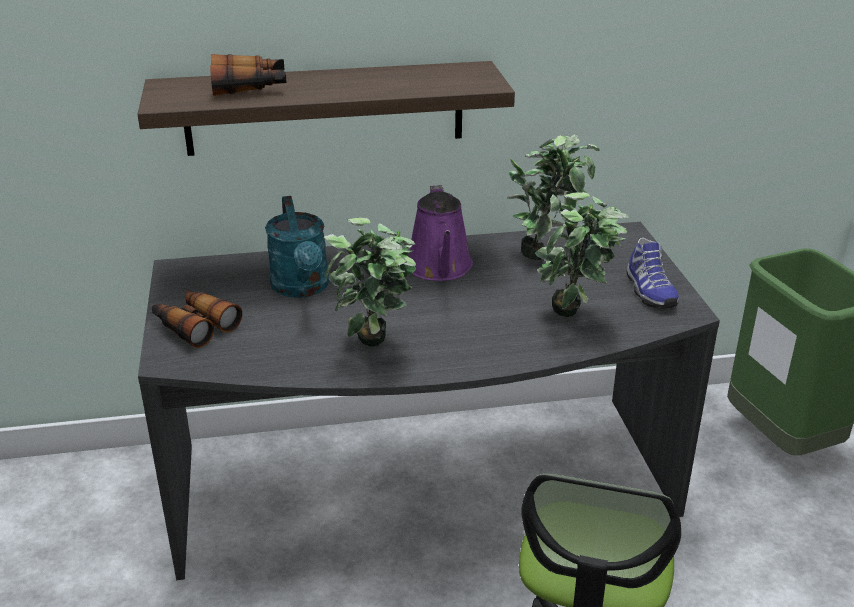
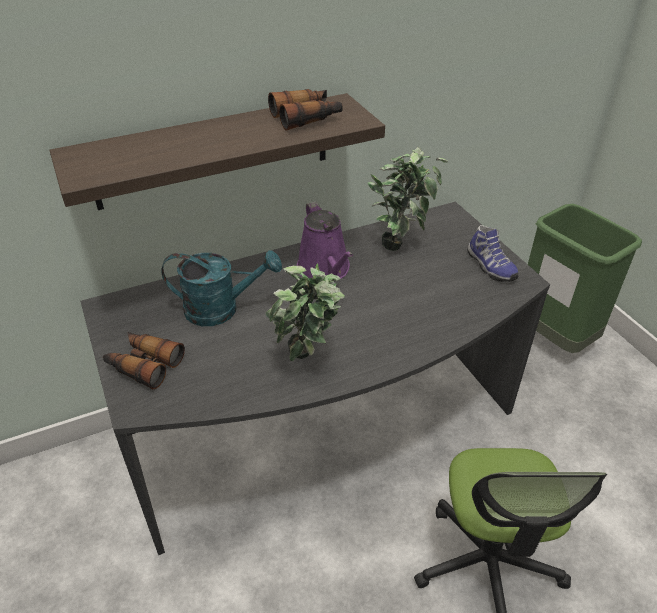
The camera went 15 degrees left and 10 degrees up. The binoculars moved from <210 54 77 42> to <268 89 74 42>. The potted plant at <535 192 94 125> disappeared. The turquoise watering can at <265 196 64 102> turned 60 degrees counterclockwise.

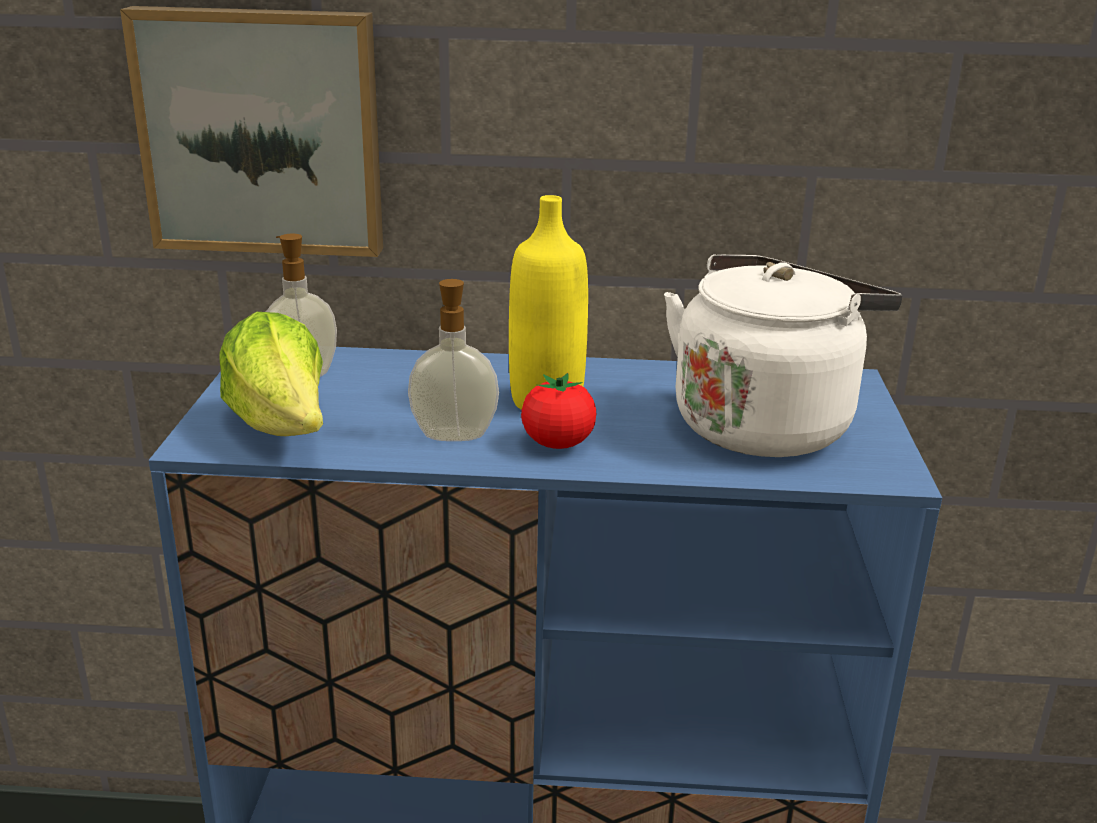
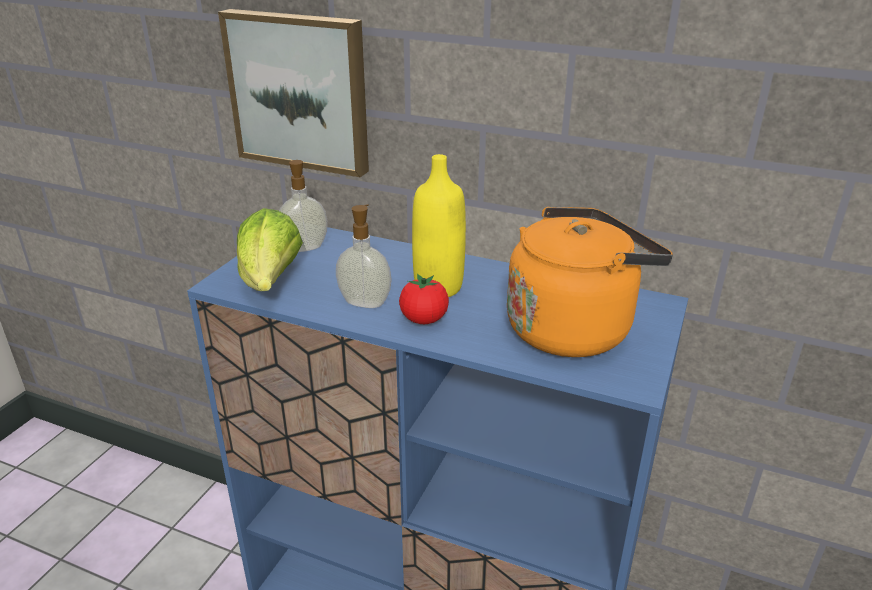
The camera went 20 degrees right and 5 degrees up. The white kettle at <664 255 238 202> became the orange kettle at <507 207 166 150>.

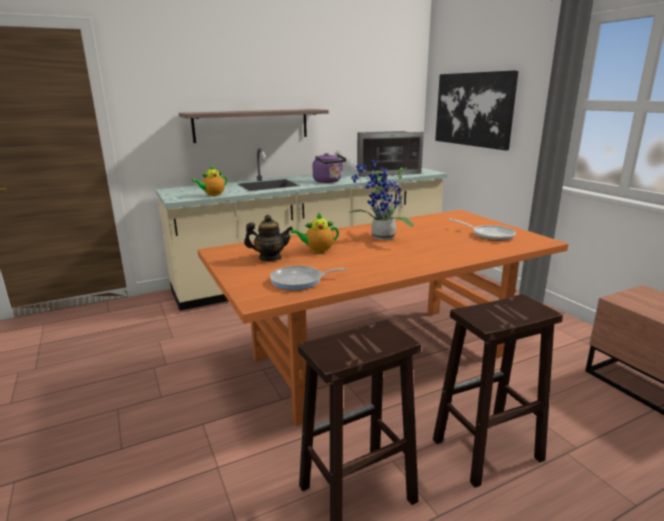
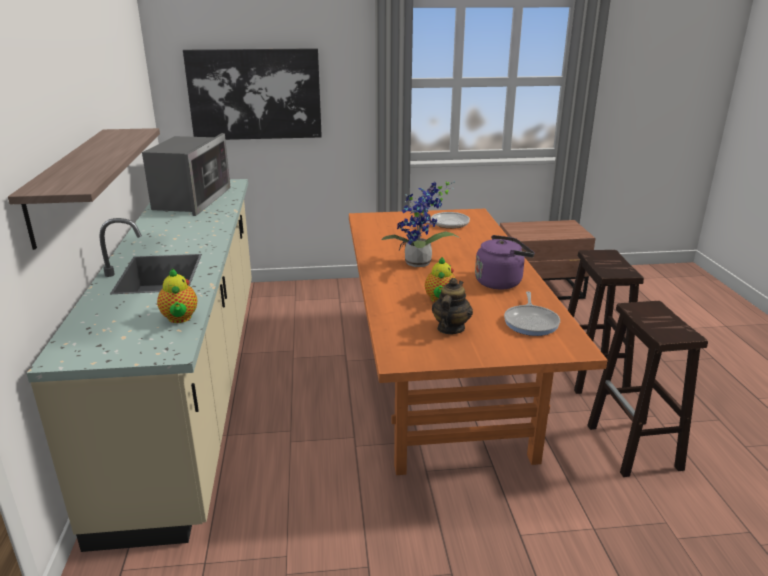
The camera went 70 degrees left and 5 degrees up. The purple kettle moved from <312 153 35 30> to <475 235 60 55>.

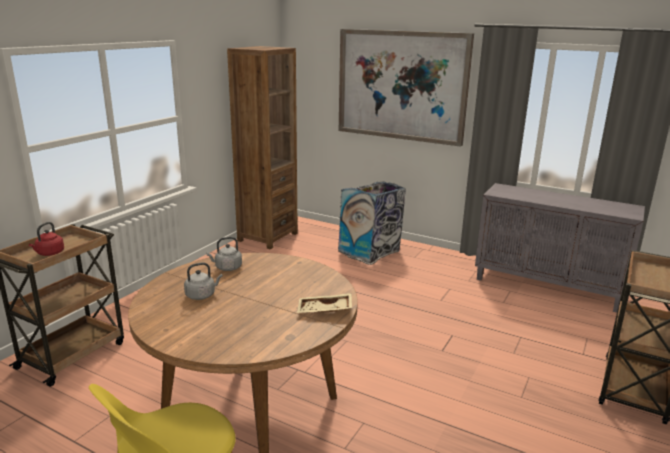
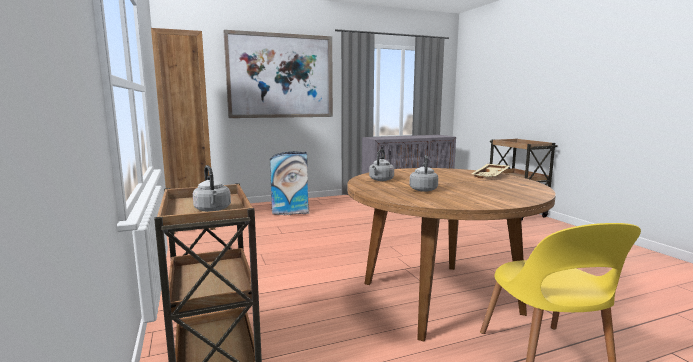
The camera went 50 degrees left and 10 degrees down. The red kettle at <29 222 35 34> became the grey kettle at <193 165 38 47>.

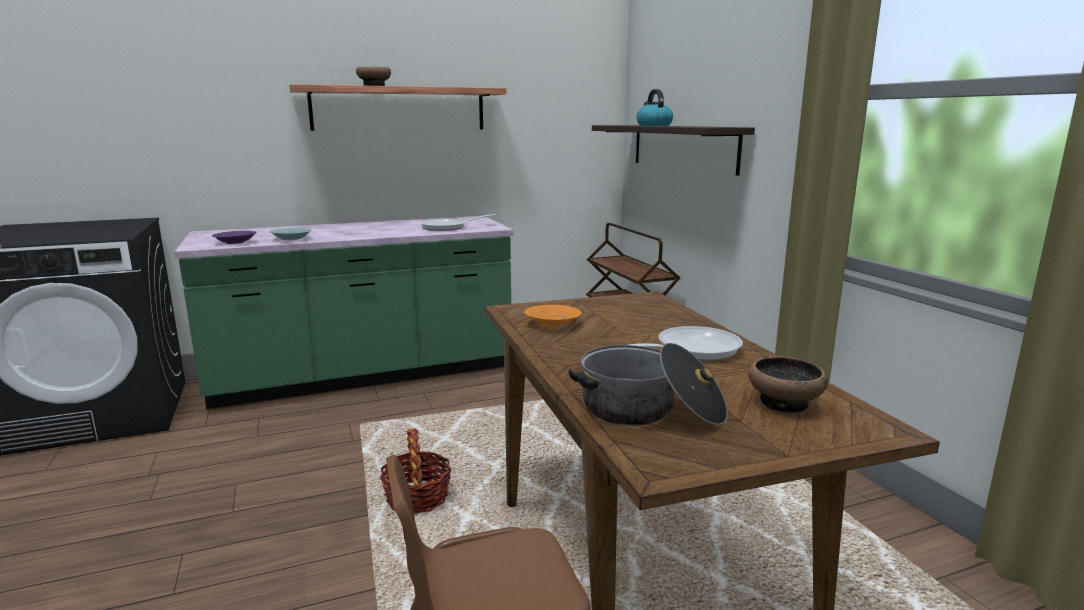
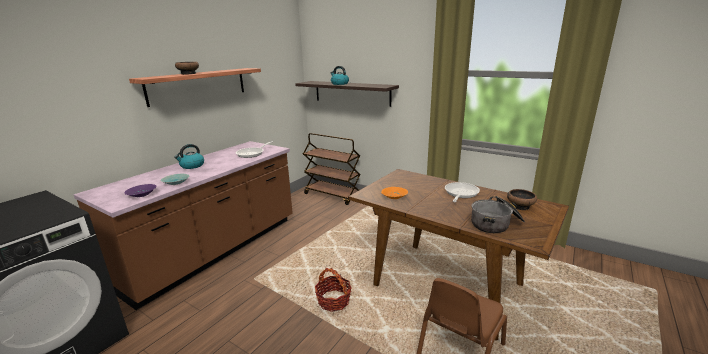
The camera went 35 degrees left and 5 degrees up. The green counter at <175 216 339 193> became the brown counter at <74 141 219 169>. The kettle at <174 144 30 25> appeared.

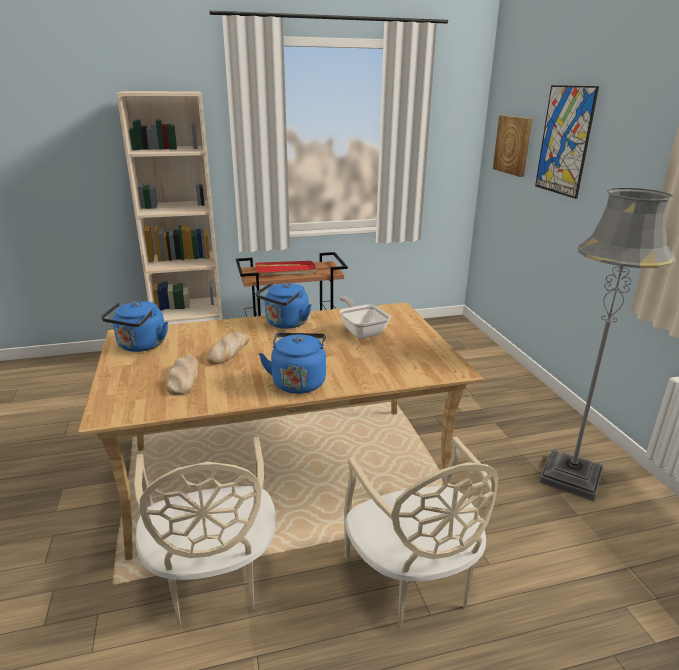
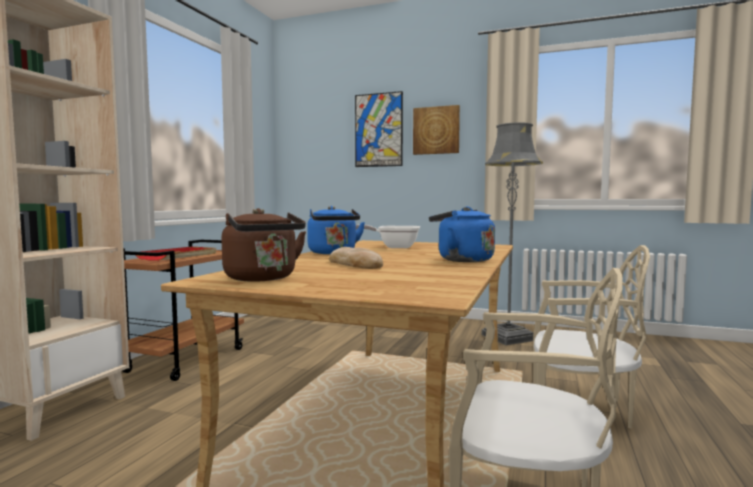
The camera went 55 degrees left and 20 degrees down. The picture moved from <493 115 39 62> to <413 105 47 50>. The blue kettle at <101 301 67 51> became the brown kettle at <221 208 85 74>. The bread at <166 355 34 40> disappeared.

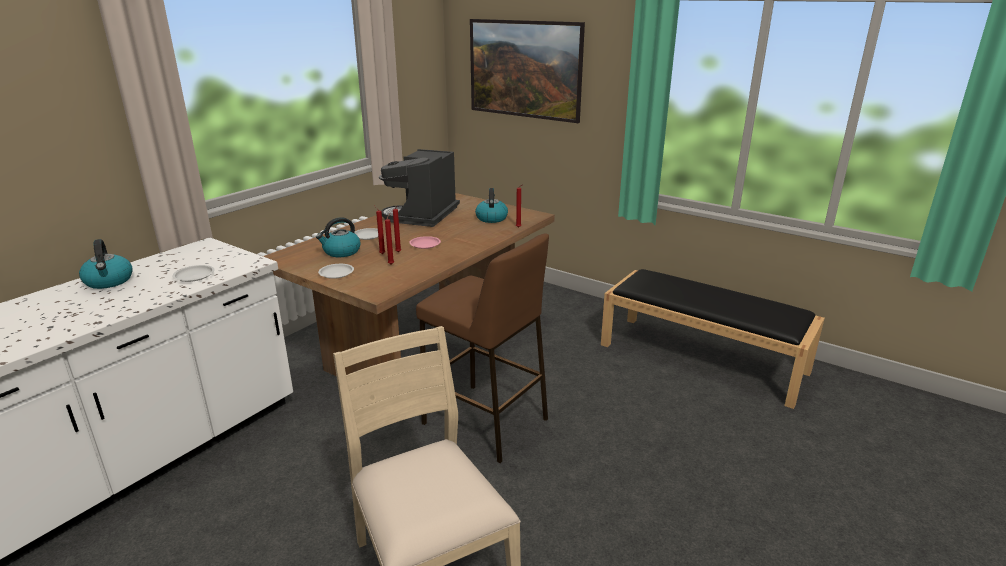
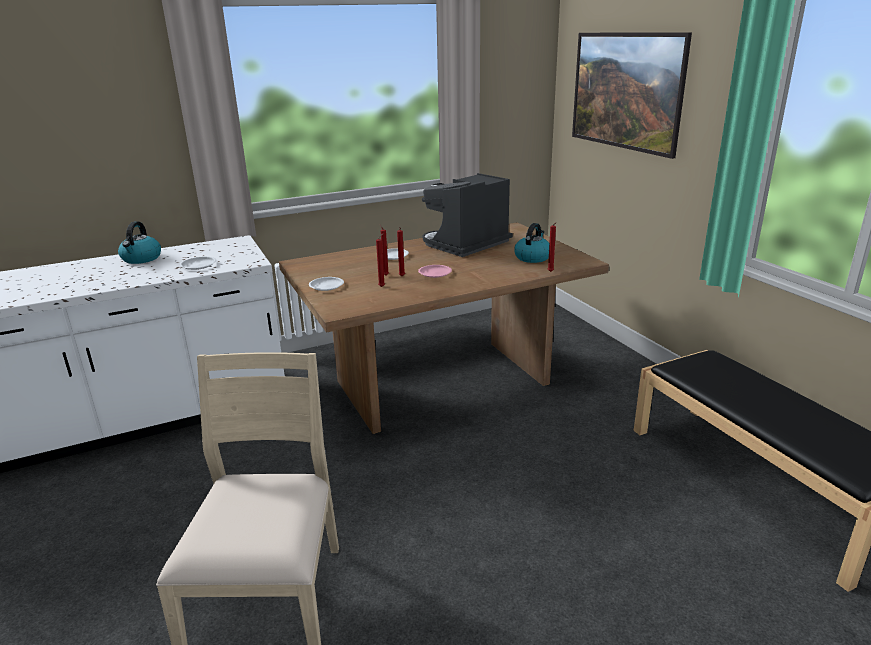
The camera went 30 degrees right and 0 degrees up. The kettle at <316 217 44 40> disappeared. The brown stool at <416 233 133 230> disappeared.

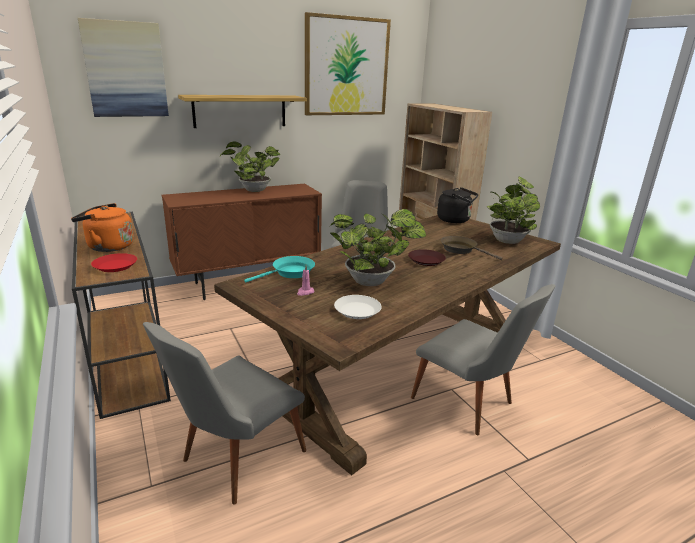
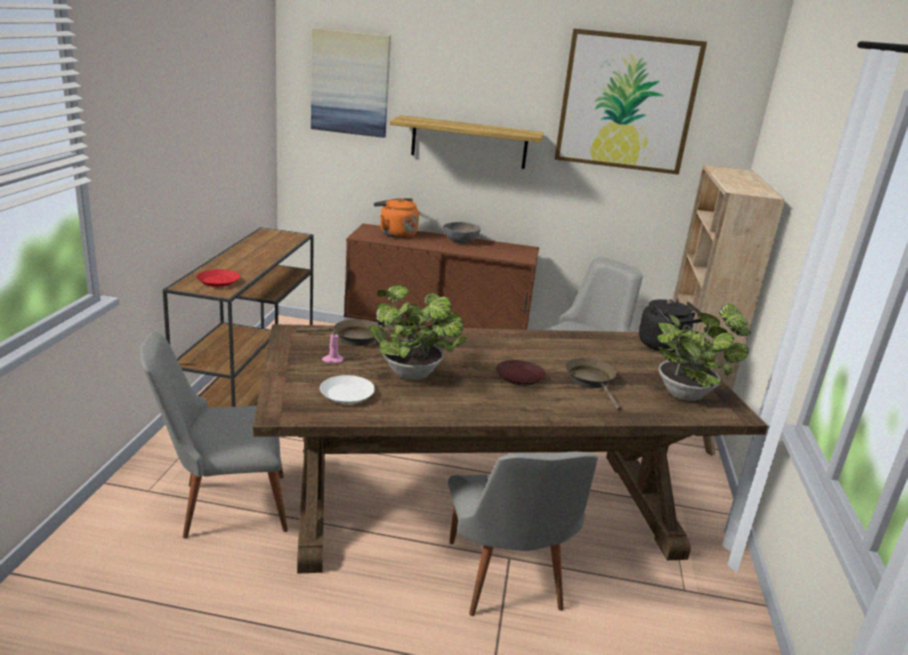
The camera went 35 degrees right and 0 degrees up. The potted plant at <220 141 60 51> was replaced by the grey bowl at <443 222 38 21>. The orange kettle moved from <71 203 63 49> to <374 198 45 40>. The turquoise frying pan at <244 256 71 27> became the brown frying pan at <296 319 86 27>.

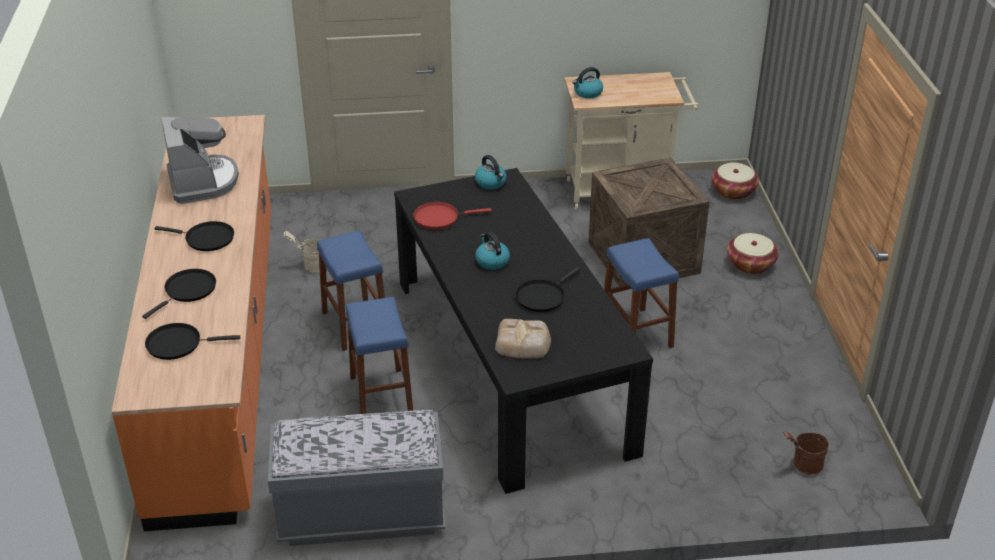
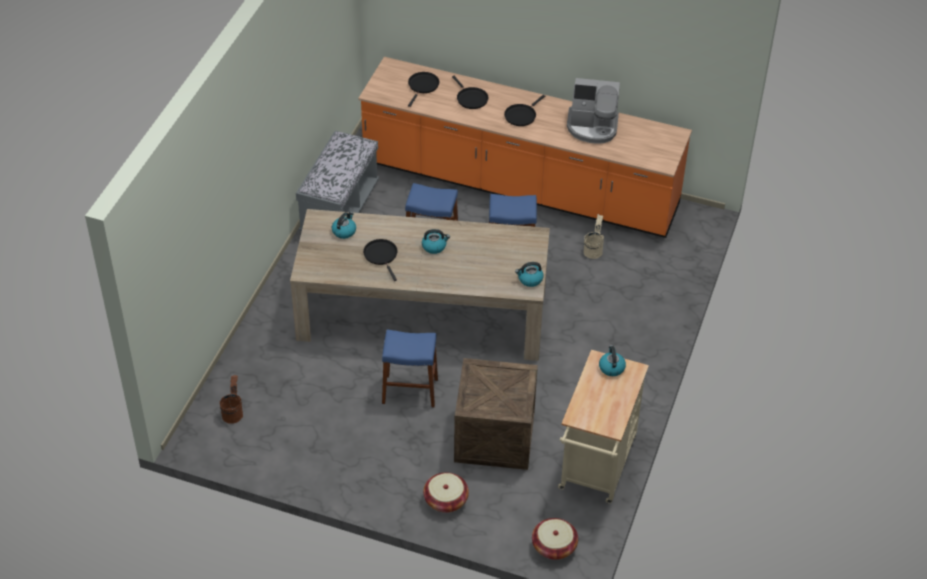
The camera went 115 degrees right and 10 degrees up. The black dining table at <394 168 259 326> became the beige dining table at <290 209 260 152>. The red frying pan at <413 202 79 27> disappeared. The bread at <495 319 56 39> was replaced by the kettle at <332 212 24 27>.

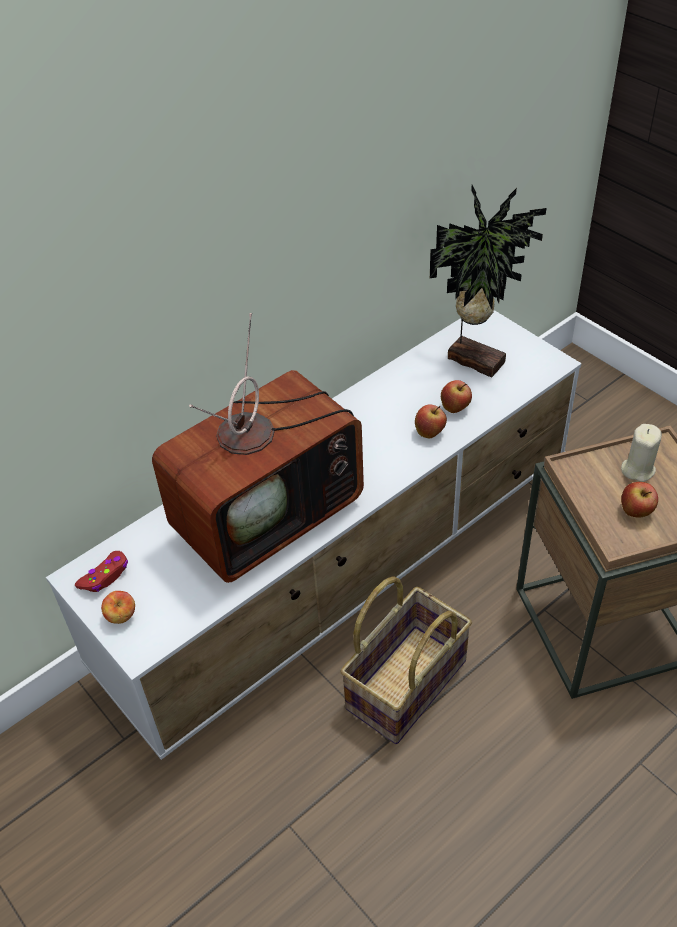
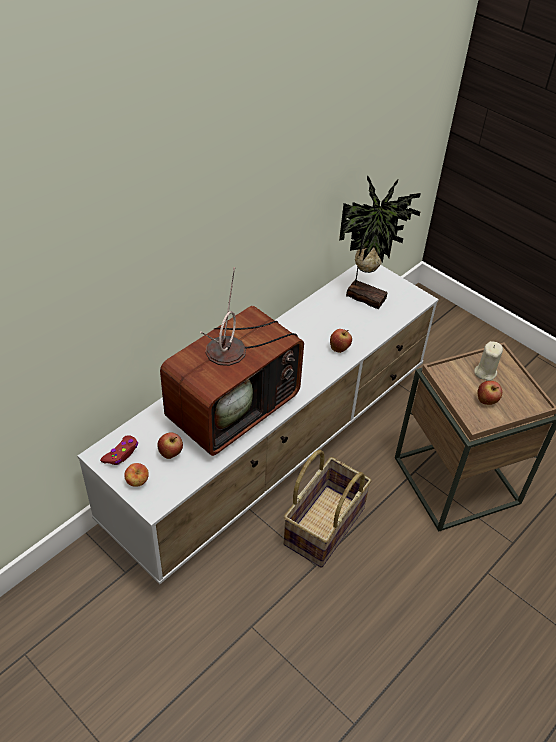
The camera went 10 degrees left and 0 degrees up. The apple moved from <441 380 31 33> to <157 432 26 27>.

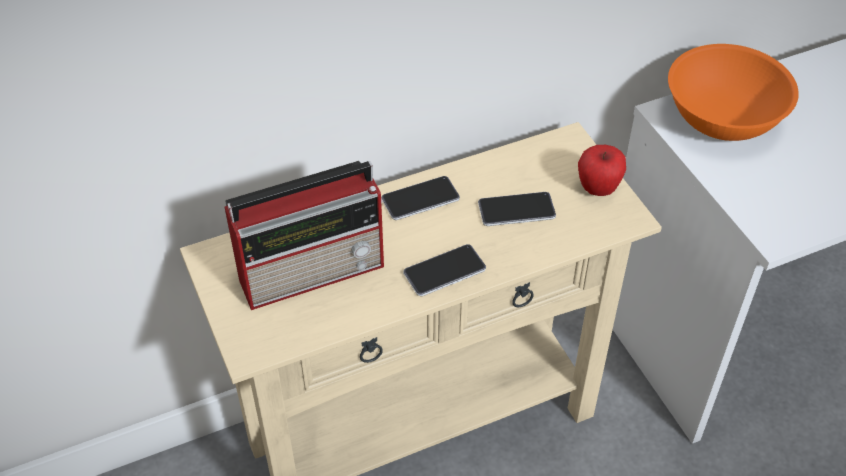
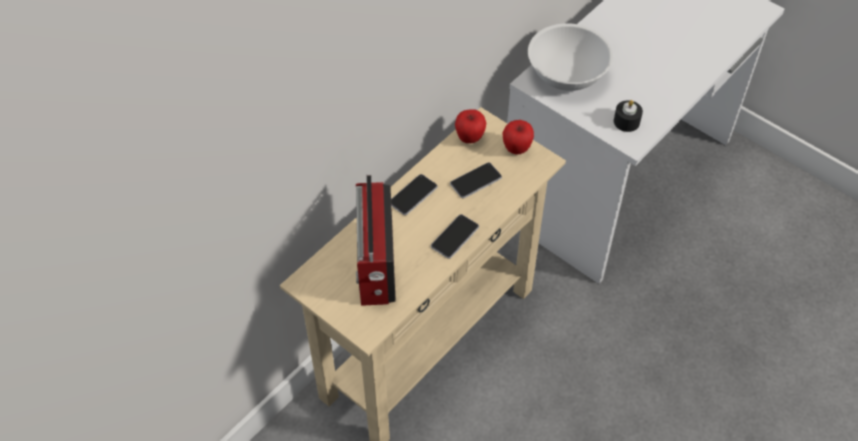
The camera went 25 degrees left and 5 degrees up. The orange bowl at <668 44 131 97> became the white bowl at <528 23 85 68>. The radio at <225 161 159 149> turned 135 degrees clockwise. The black candle at <614 100 29 32> appeared. The apple at <455 109 31 34> appeared.

